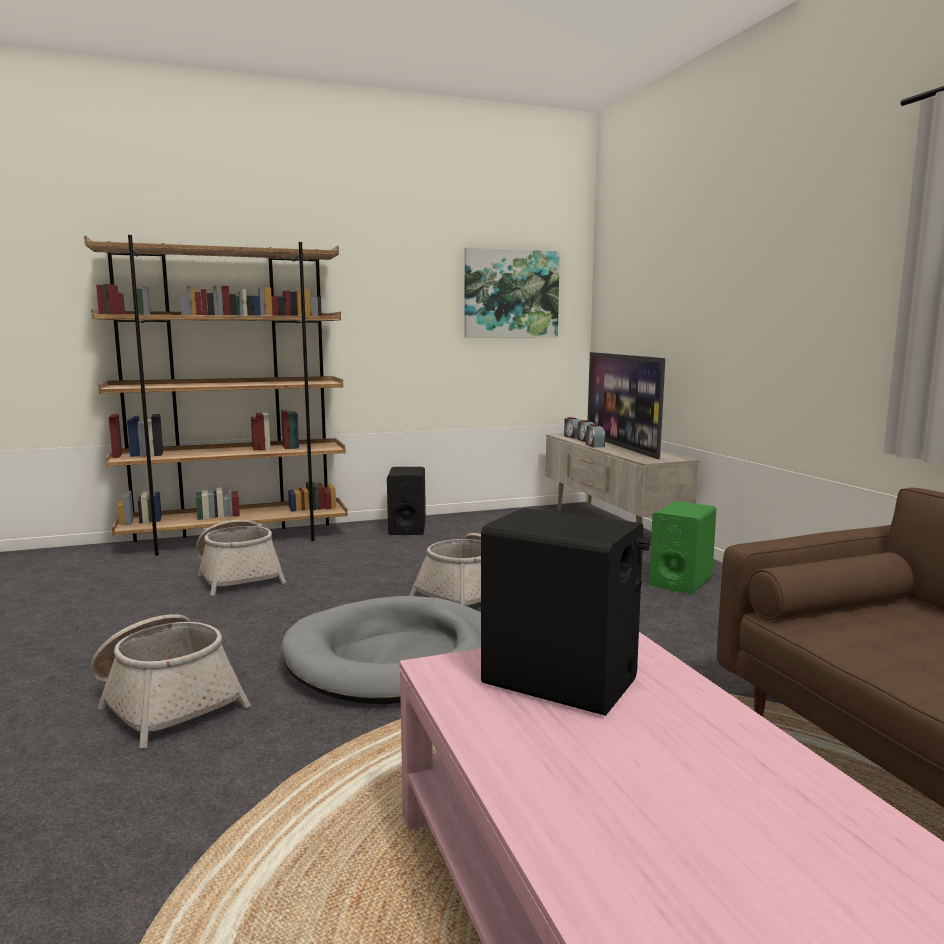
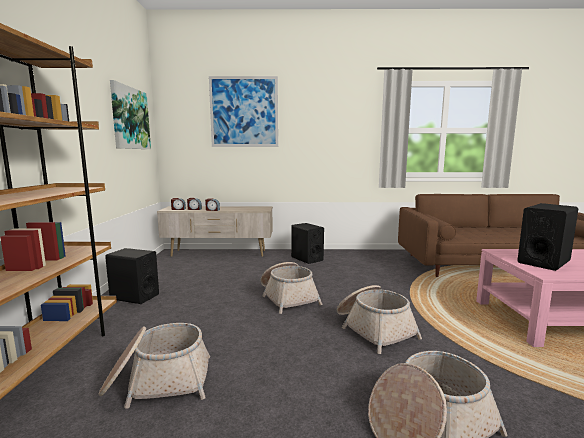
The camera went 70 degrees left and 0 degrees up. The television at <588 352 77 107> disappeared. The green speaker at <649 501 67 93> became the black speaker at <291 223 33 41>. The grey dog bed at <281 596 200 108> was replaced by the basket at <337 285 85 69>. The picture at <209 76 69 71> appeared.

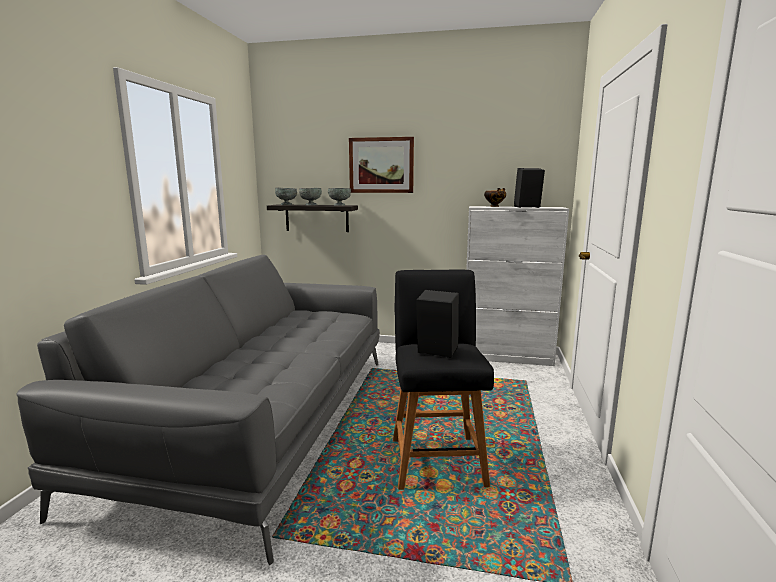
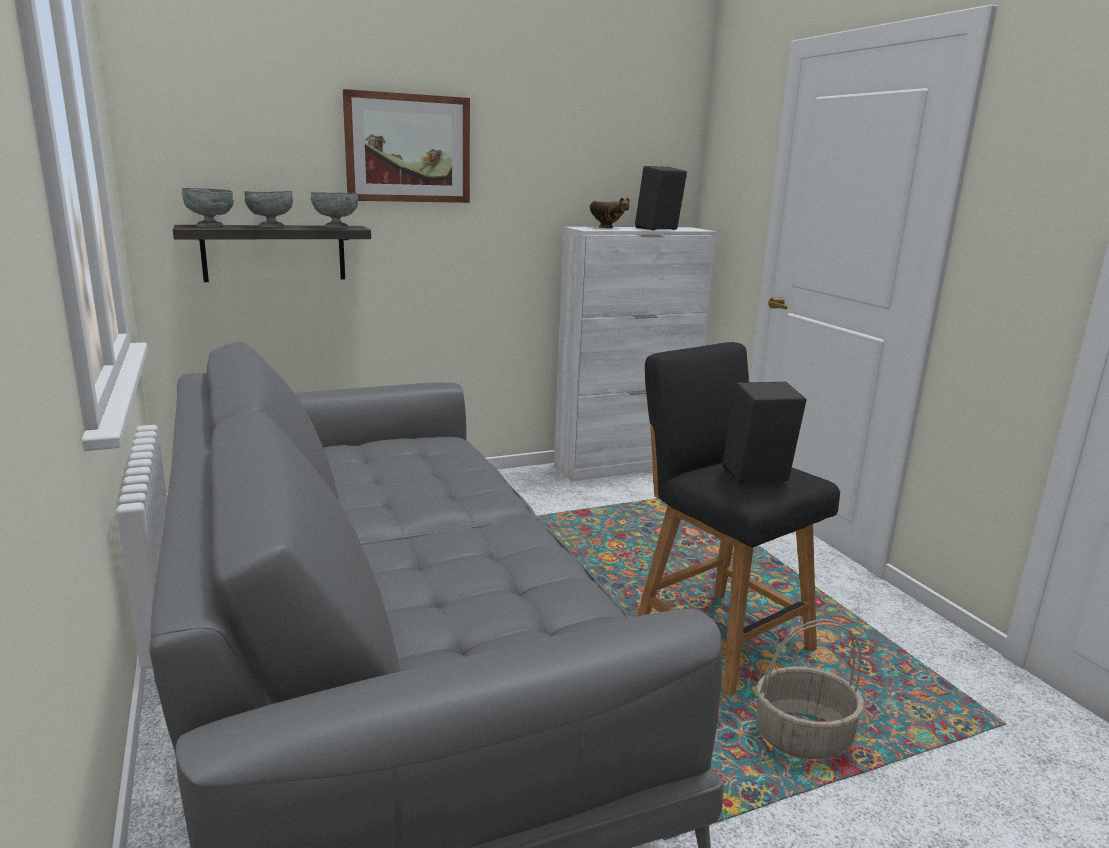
The camera went 35 degrees left and 5 degrees up. The basket at <756 619 108 140> appeared.

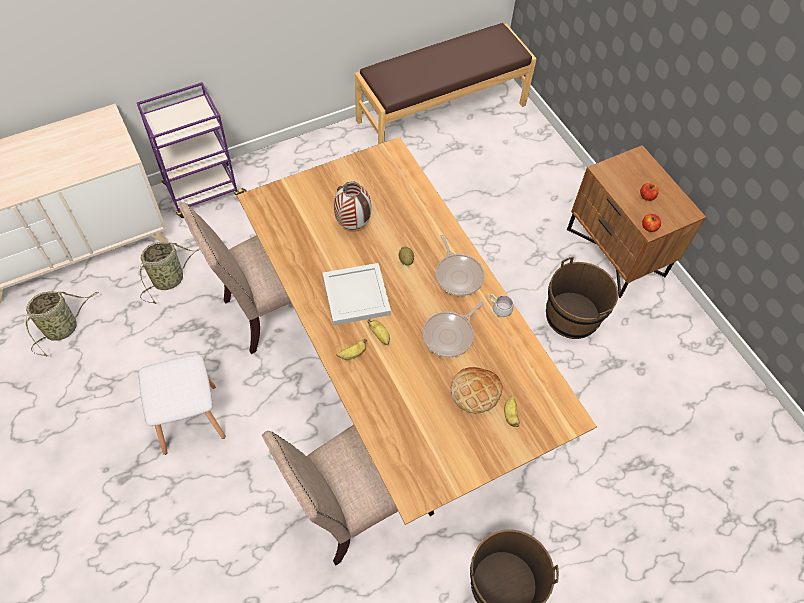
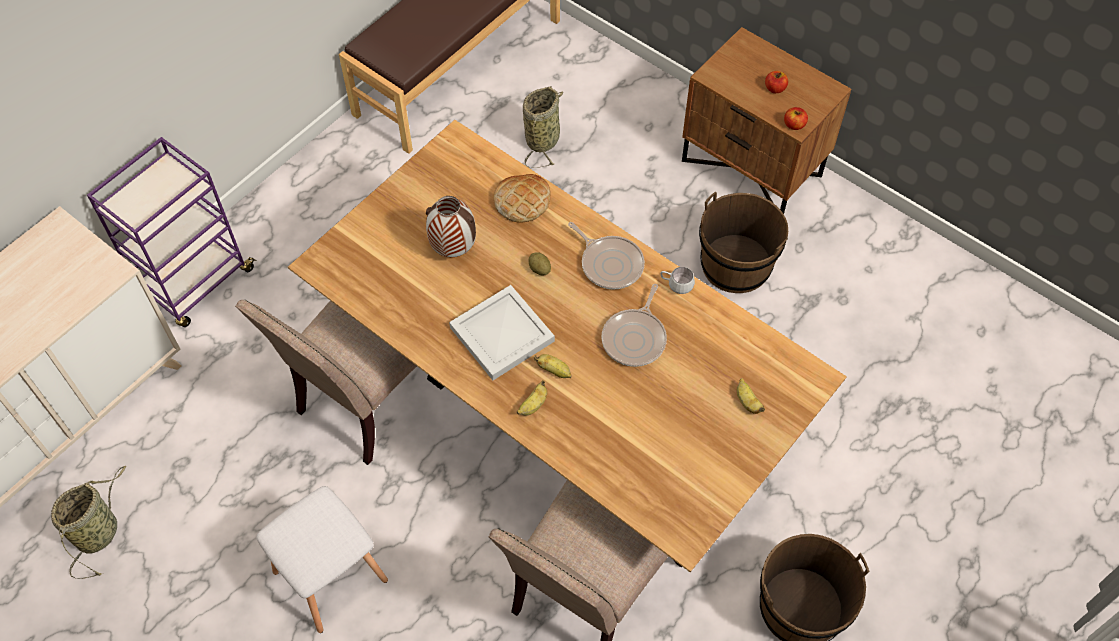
The camera went 20 degrees left and 0 degrees up. The basket moved from <140 242 60 62> to <522 86 41 82>. The bread moved from <451 367 52 46> to <493 174 58 49>.

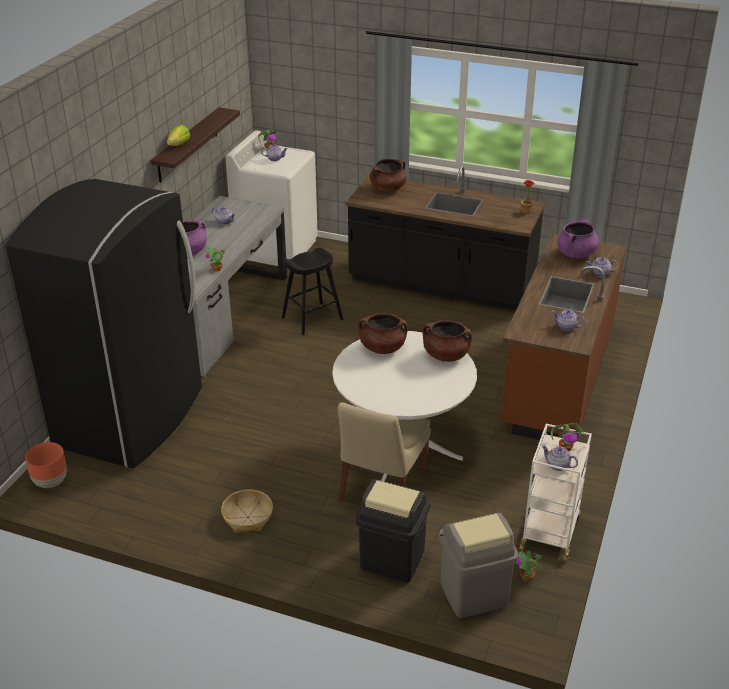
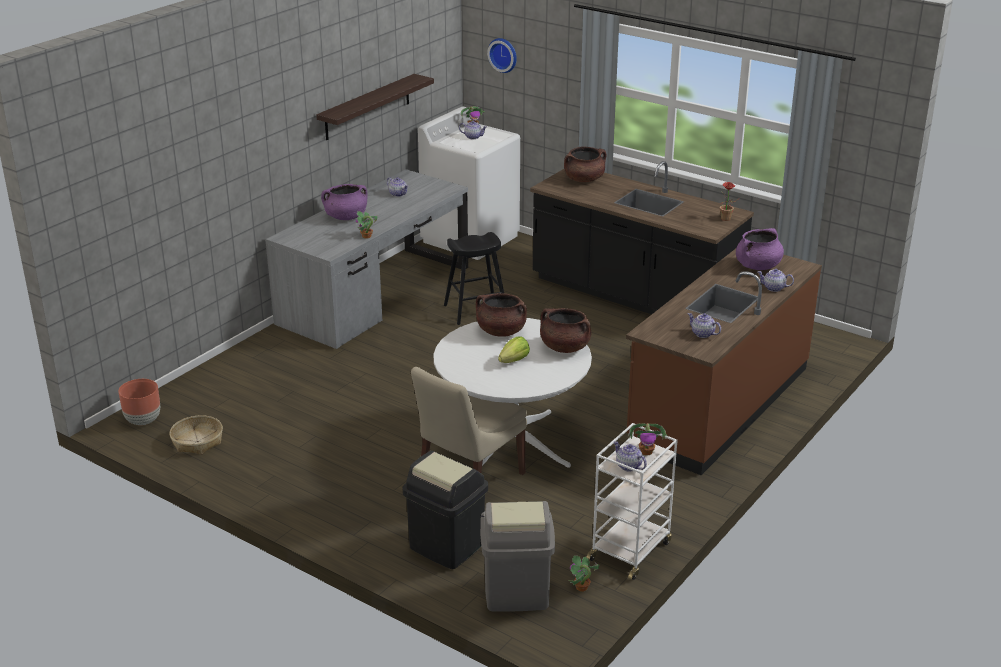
The camera went 15 degrees right and 5 degrees down. The lettuce moved from <167 125 23 21> to <498 337 32 26>. The black fridge at <5 179 197 289> disappeared. The basket moved from <221 490 52 43> to <169 415 54 40>. The wall clock at <487 38 30 35> appeared.

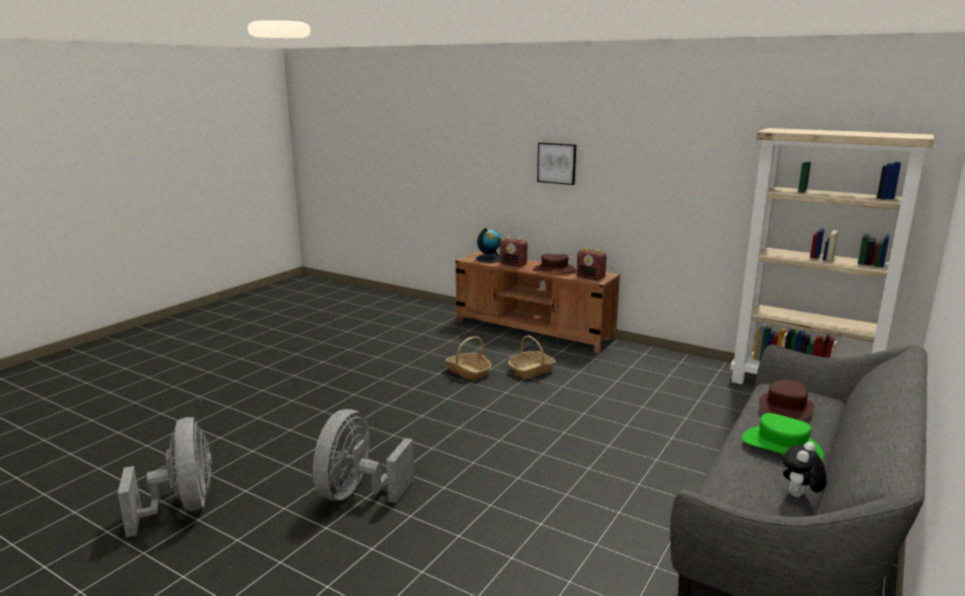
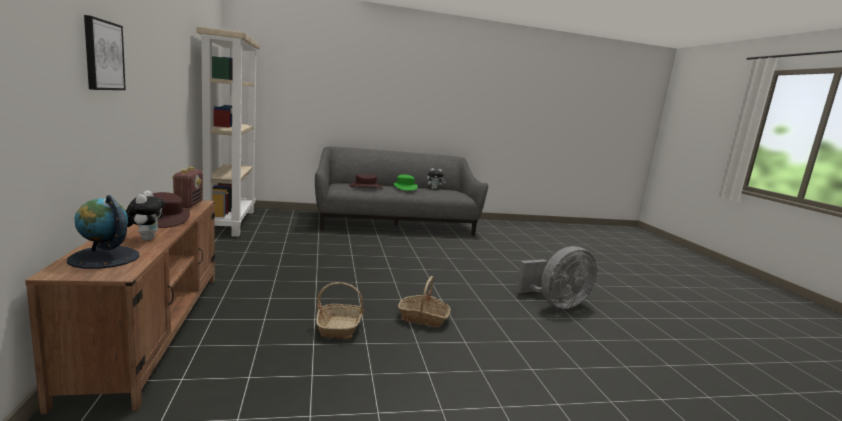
The camera went 135 degrees left and 5 degrees down. The radio at <500 237 27 30> was replaced by the plush toy at <126 190 39 51>. The basket moved from <508 335 48 44> to <398 276 53 51>. The grey fan at <118 417 94 120> disappeared.

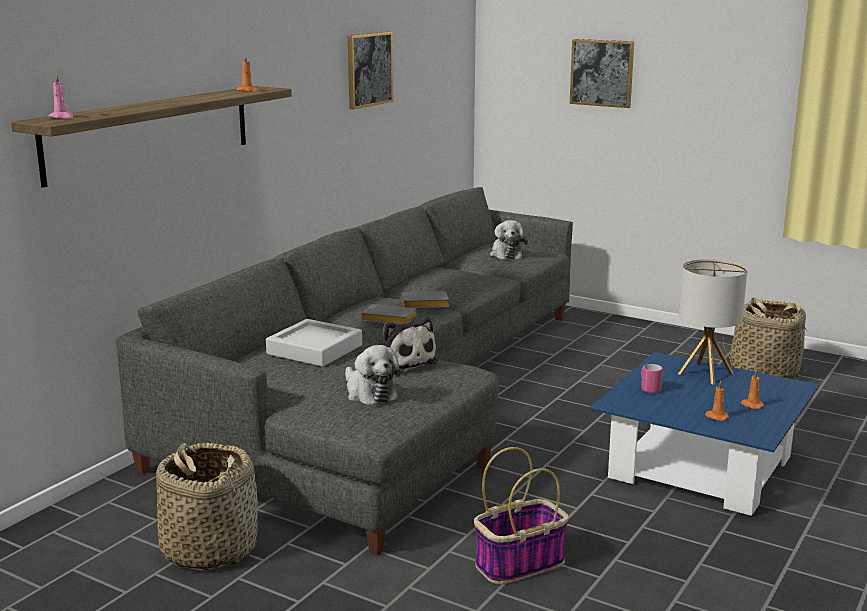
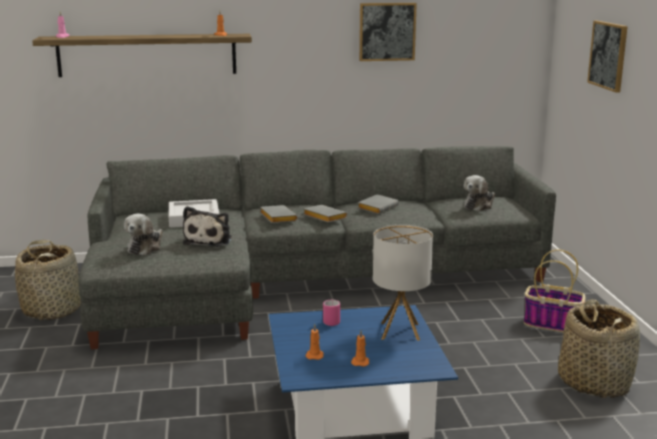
The camera went 50 degrees right and 0 degrees up. The basket moved from <474 447 95 137> to <524 250 62 83>. The grey book at <358 194 41 20> appeared.

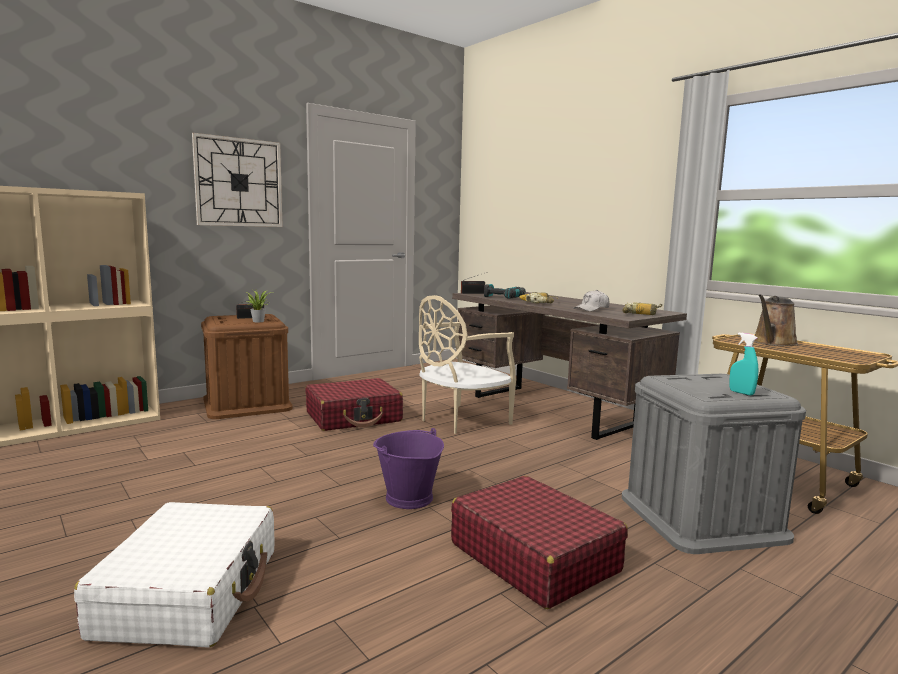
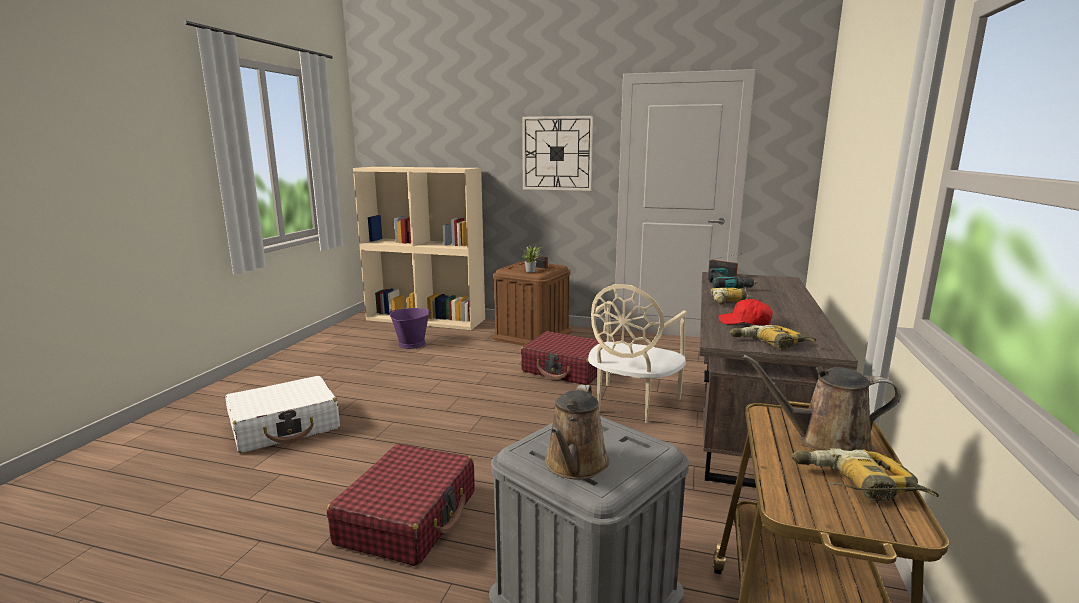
The camera went 55 degrees right and 5 degrees up. The white cap at <573 290 37 21> became the red cap at <719 299 54 26>. The beige chair at <419 295 97 139> turned 75 degrees counterclockwise. The turquoise spray bottle at <729 333 30 62> was replaced by the brown watering can at <545 385 64 95>. The purple bucket moved from <373 428 71 81> to <389 308 42 41>. The power drill at <791 448 148 53> appeared.

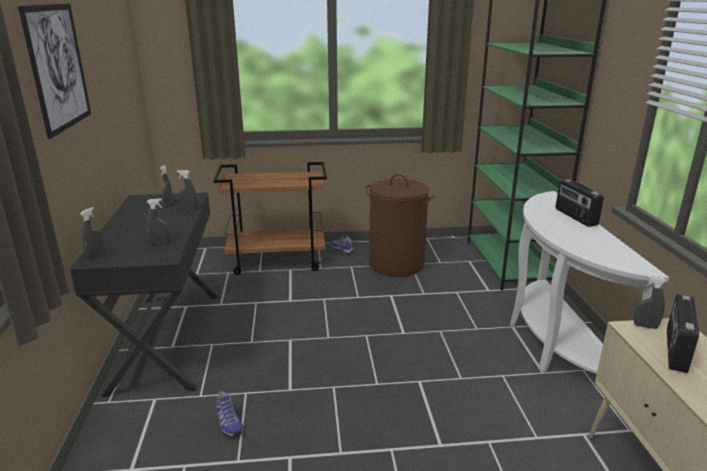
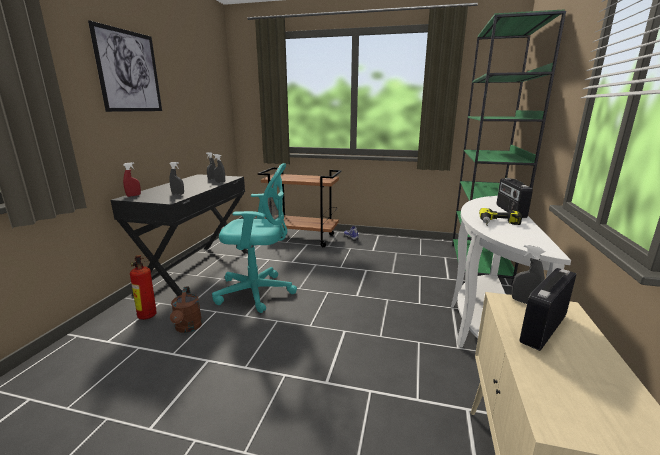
The camera went 20 degrees right and 5 degrees down. The brown laundry basket at <365 174 70 103> disappeared. The grey spray bottle at <80 207 24 52> became the red spray bottle at <123 162 18 35>. The shoe at <216 392 27 46> was replaced by the brown watering can at <170 286 33 47>. The turquoise office chair at <212 163 85 150> appeared. The power drill at <479 208 43 18> appeared. The fire extinguisher at <130 255 27 65> appeared.

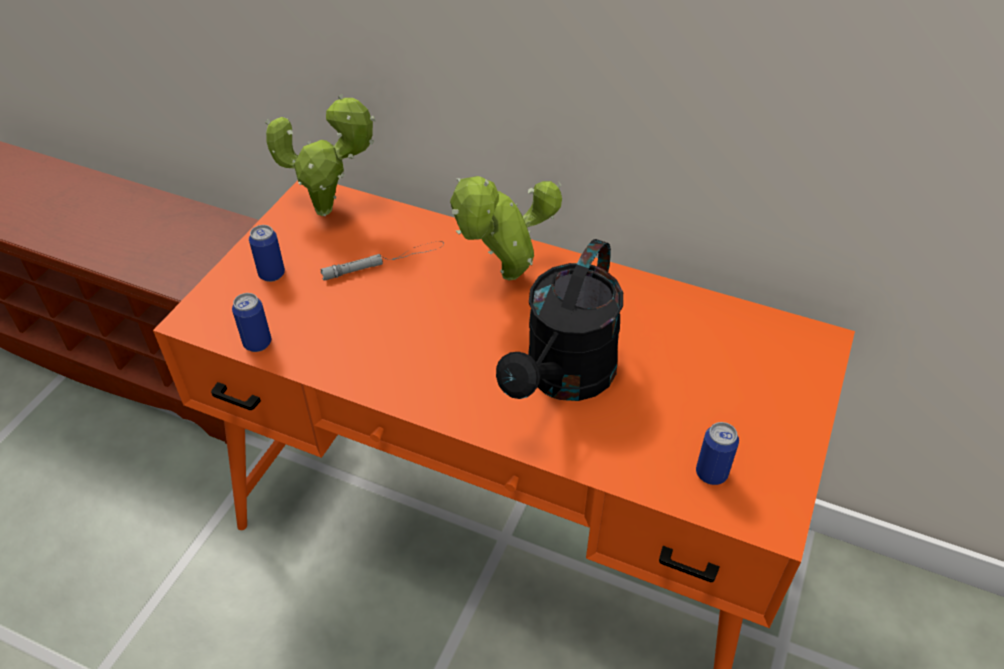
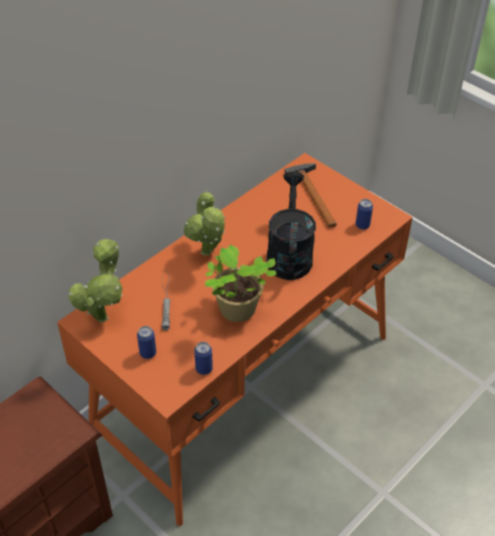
The camera went 70 degrees left and 0 degrees up. The black watering can at <496 239 127 162> turned 135 degrees counterclockwise. The hammer at <284 163 53 65> appeared. The potted plant at <205 244 72 78> appeared.

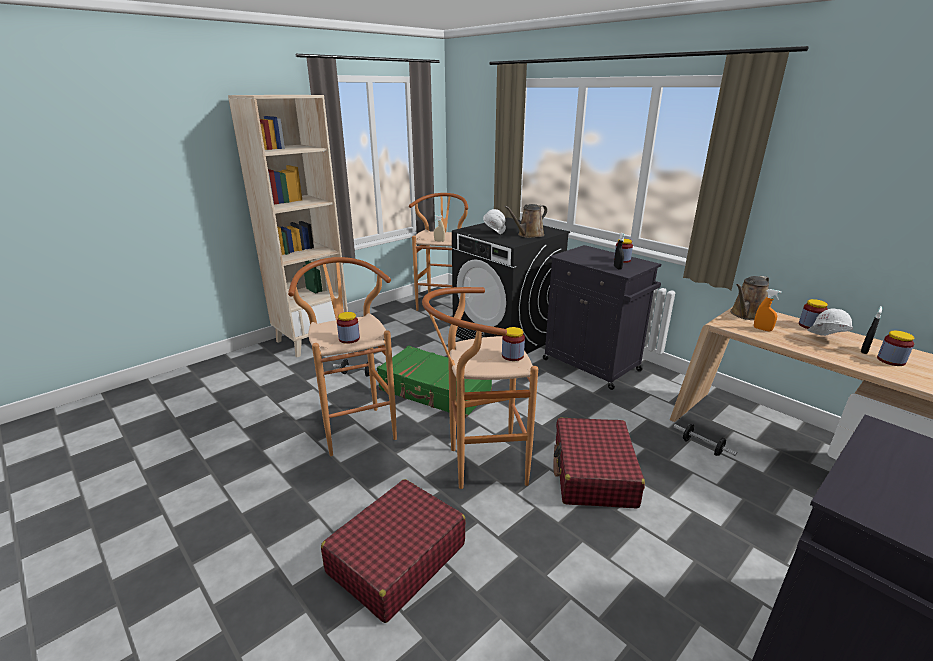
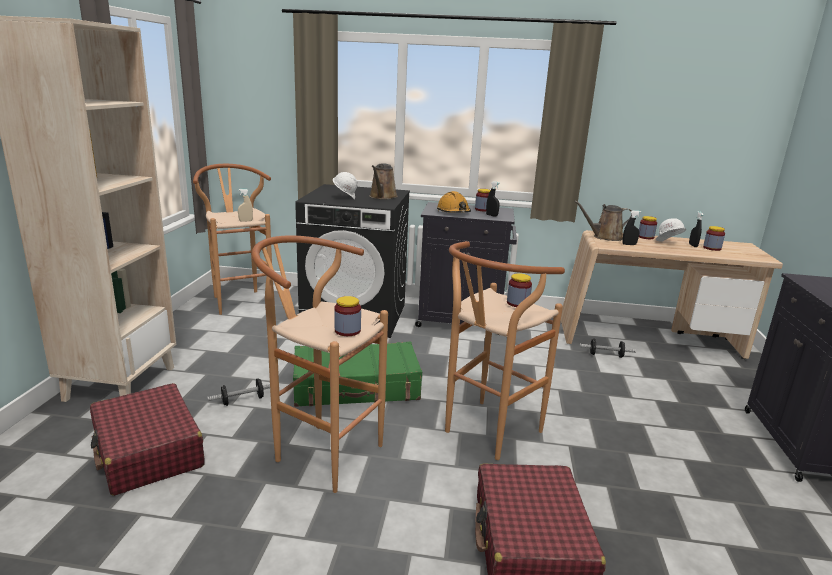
The camera went 40 degrees left and 5 degrees down. The brown watering can at <730 276 39 44> turned 75 degrees clockwise. The orange spray bottle at <754 289 28 42> became the black spray bottle at <622 210 20 35>. The red suitcase moved from <553 418 92 90> to <90 383 115 113>. The orange hard hat at <437 191 34 22> appeared.

